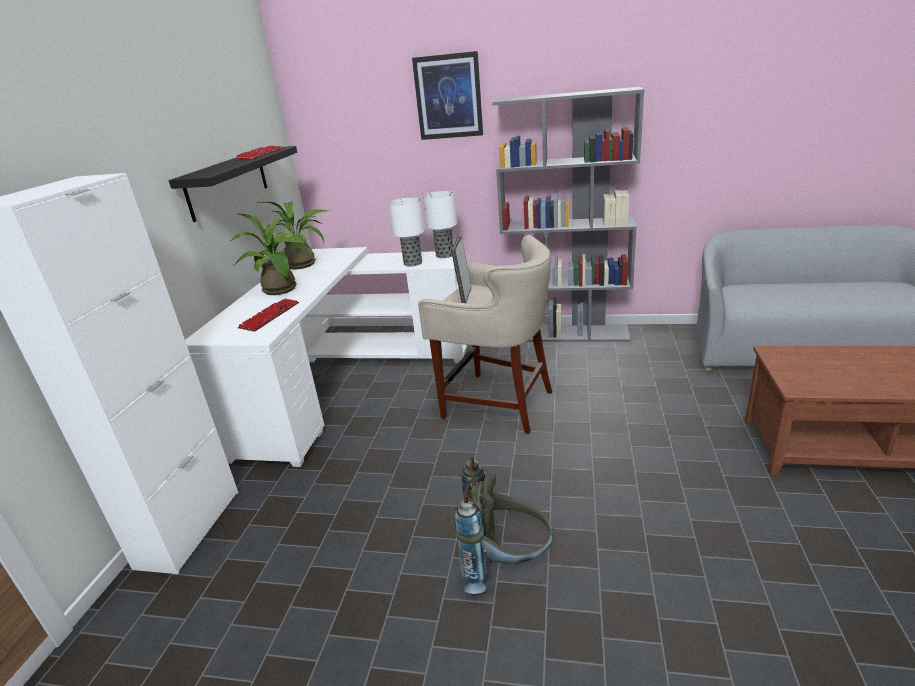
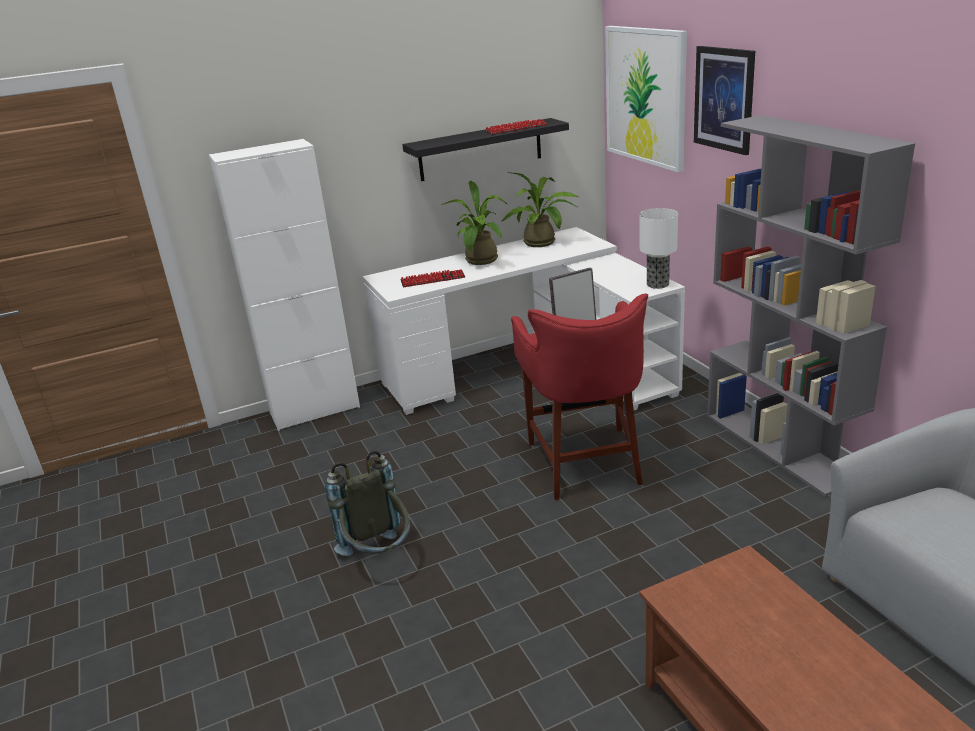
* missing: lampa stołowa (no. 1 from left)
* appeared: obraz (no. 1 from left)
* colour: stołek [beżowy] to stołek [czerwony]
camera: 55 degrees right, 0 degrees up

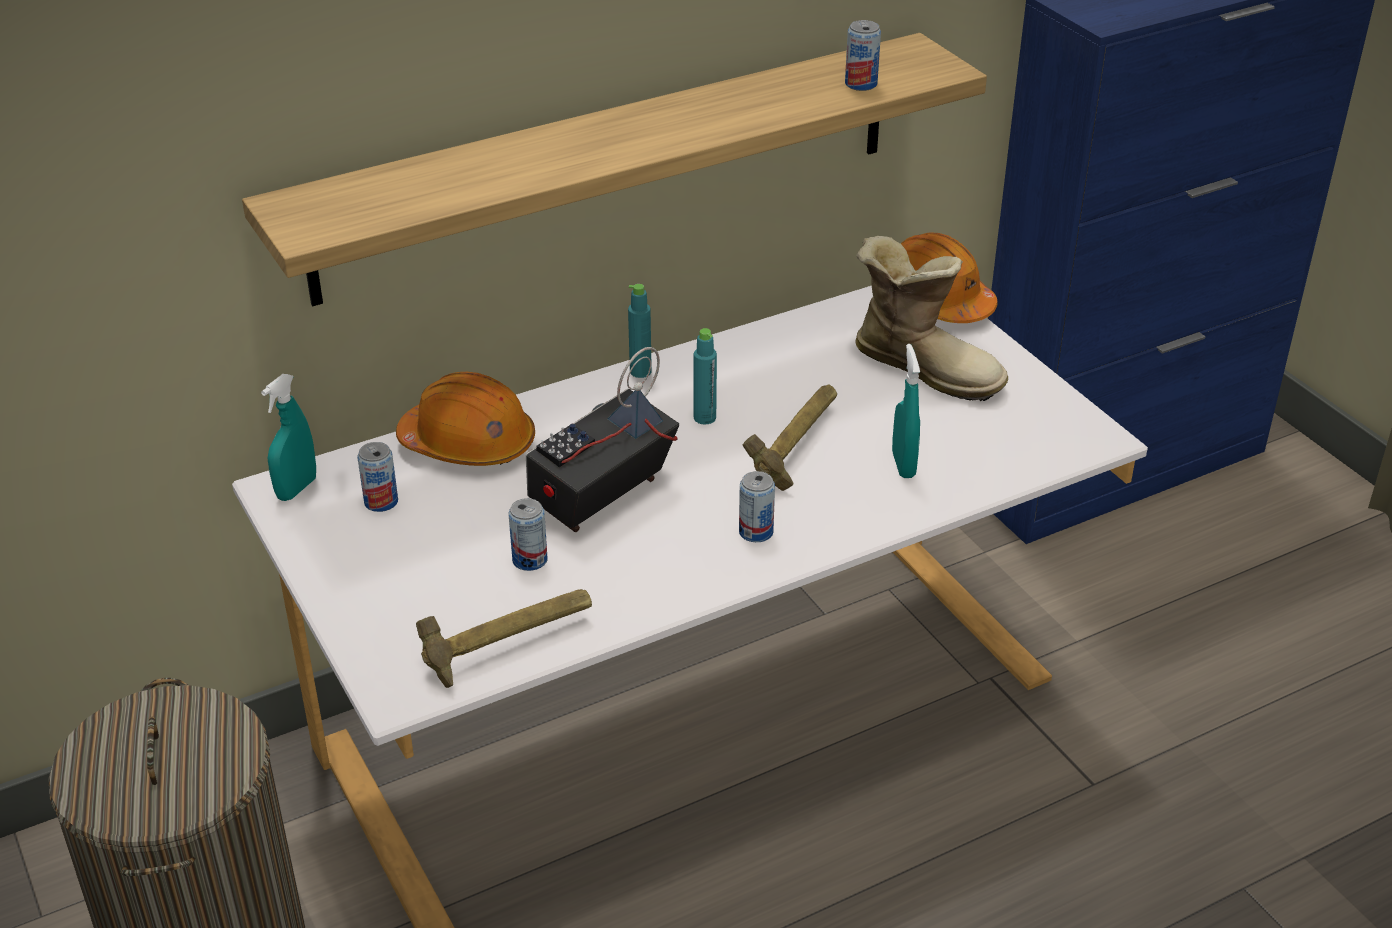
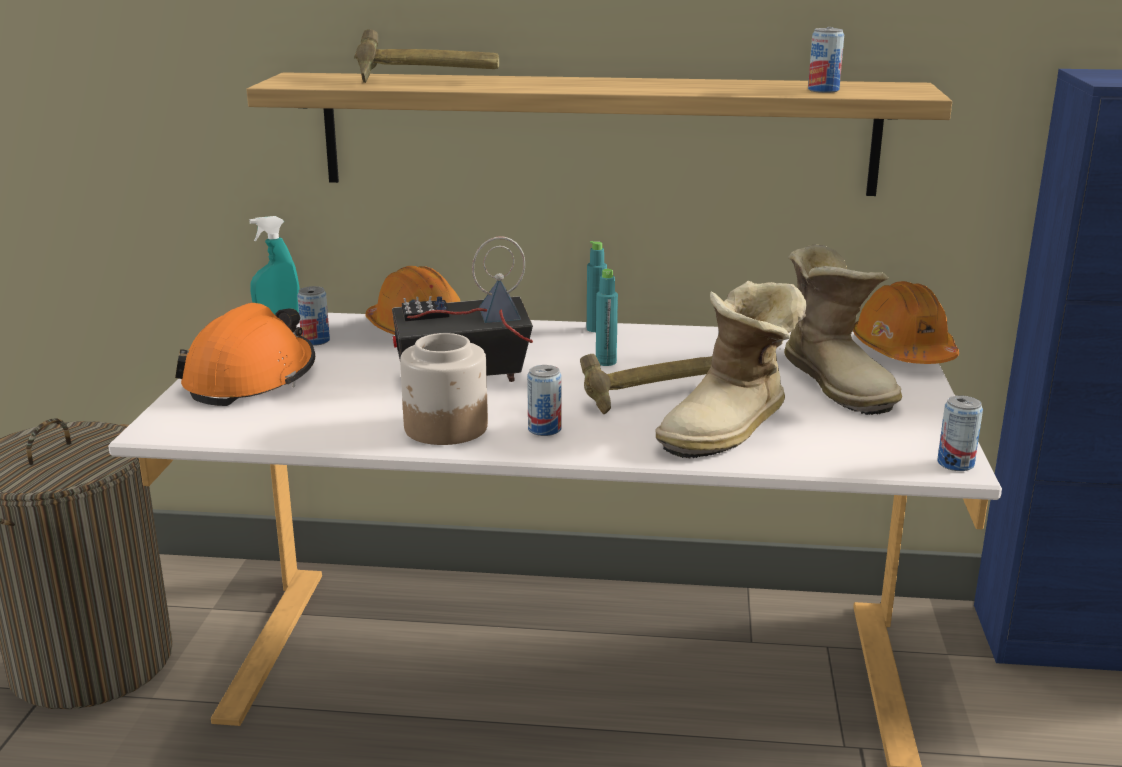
* appeared: kask [pomarańczowy] (no. 1 from left)
* appeared: słoik
* relocated: młotek (no. 1 from left)
* relocated: puszka (no. 2 from left in the first image) to puszka (no. 4 from left)
* exchanged: spryskiwacz [turkusowy] (no. 2 from left) to but z cholewką (no. 1 from left)
camera: 35 degrees right, 15 degrees down

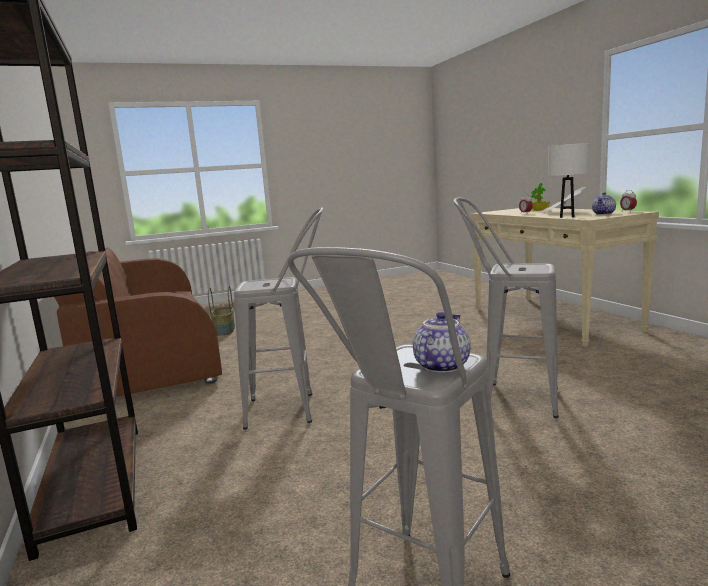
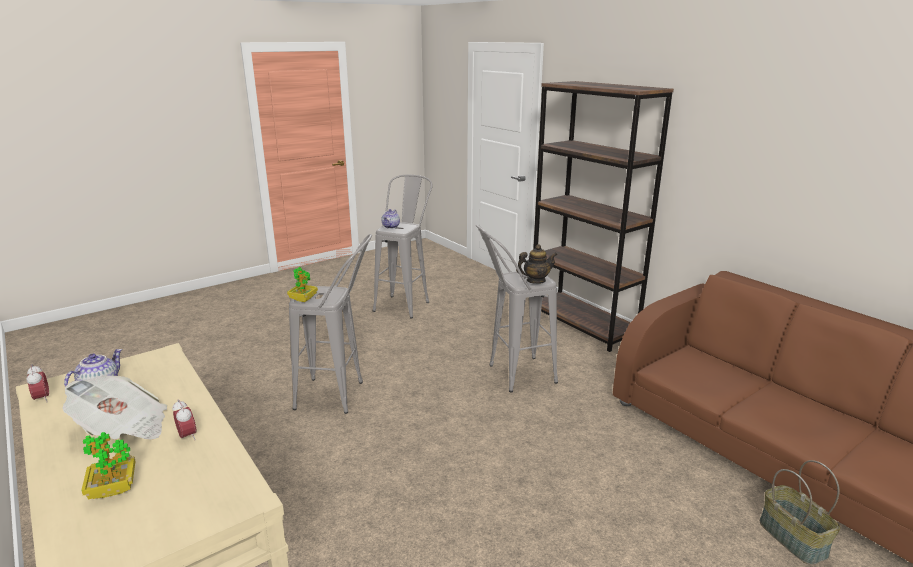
* missing: lampa stołowa [biały]
* appeared: roślina doniczkowa (no. 2 from left)
* appeared: imbryk (no. 3 from left)
camera: 165 degrees right, 10 degrees up

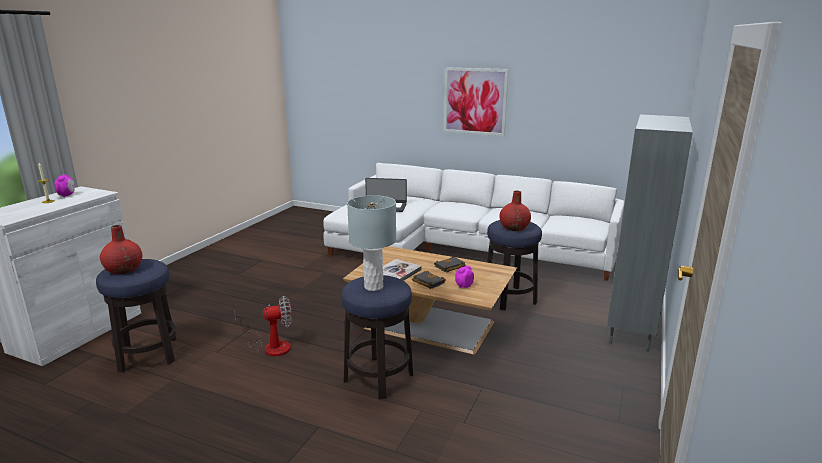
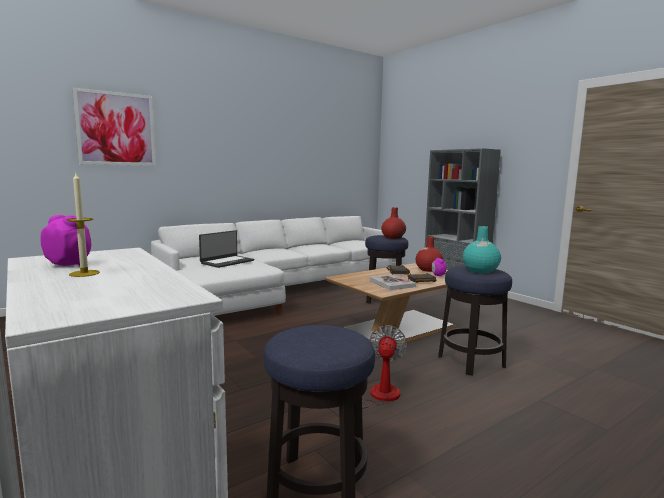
* relocated: wazon [czerwony] (no. 1 from left in the first image) to wazon [czerwony] (no. 2 from left)
* relocated: obraz
* exchanged: lampa stołowa [szary] to wazon [turkusowy]
camera: 60 degrees left, 10 degrees down

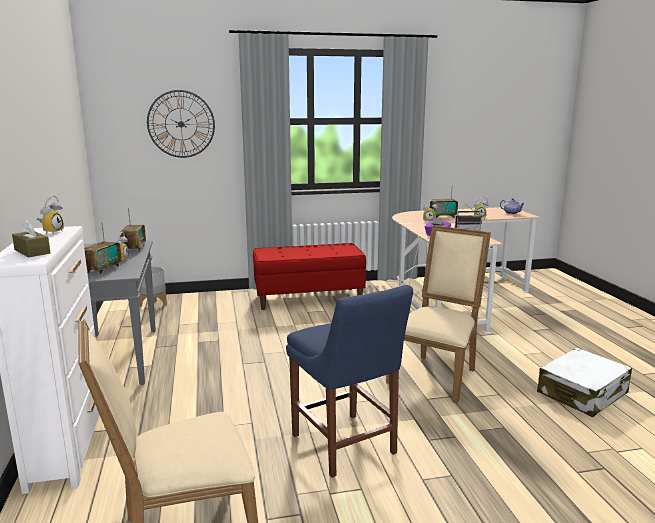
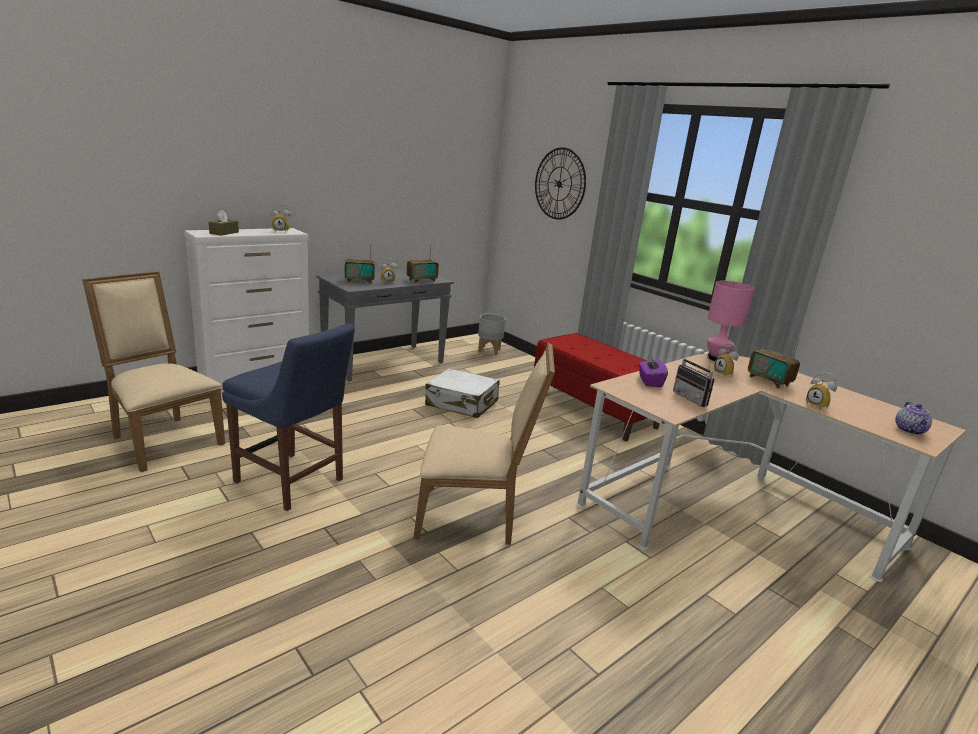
* appeared: lampa stołowa [różowy]
* relocated: walizka [biały]
* spun: krzesło [niebieski] 90 degrees counterclockwise
camera: 60 degrees right, 5 degrees up

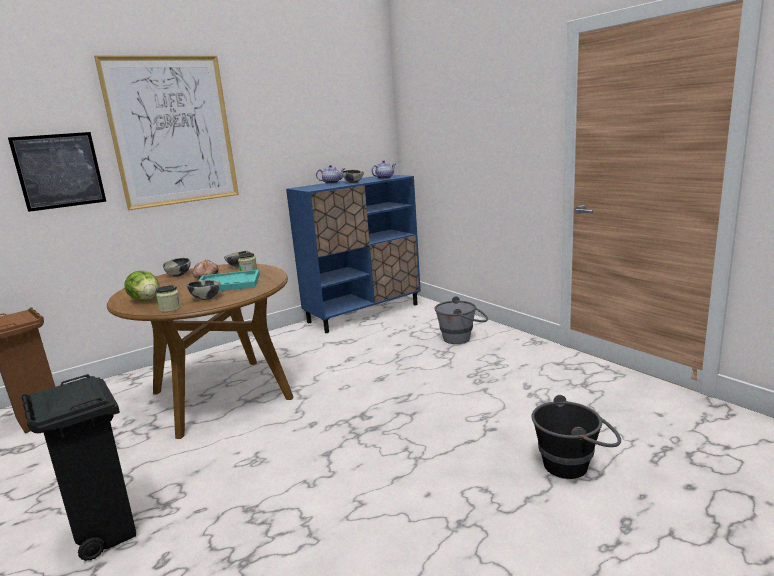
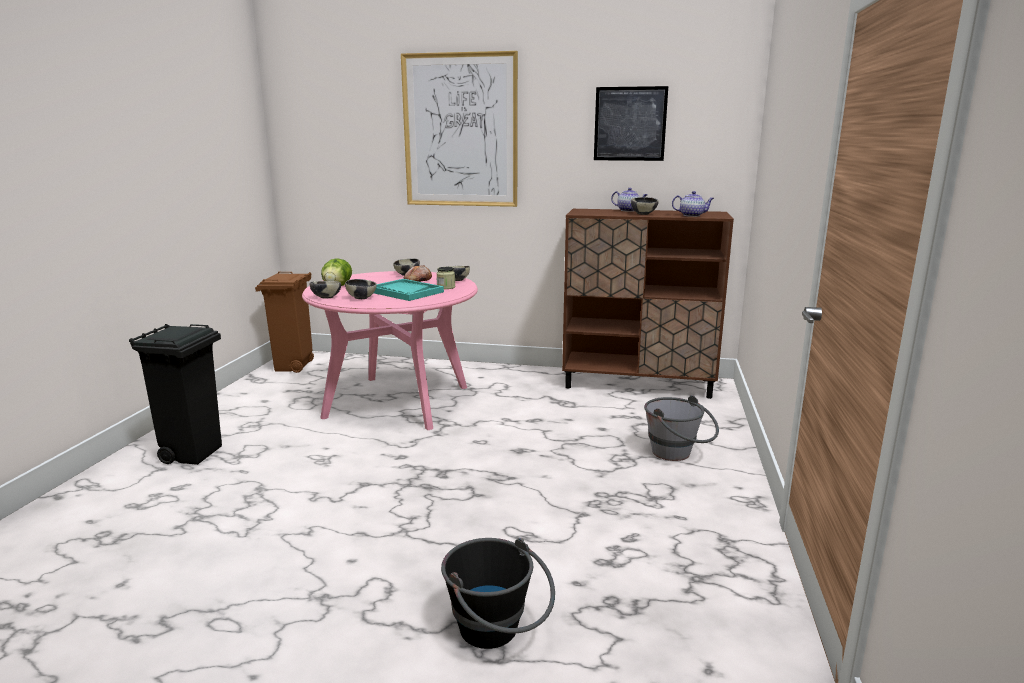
* relocated: obraz (no. 1 from left in the first image) to obraz (no. 2 from left)
* exchanged: słoik (no. 1 from left) to miska (no. 1 from left)
* colour: stół jadalny [brązowy] to stół jadalny [różowy]
* colour: szafka [niebieski] to szafka [brązowy]
camera: 45 degrees right, 0 degrees up

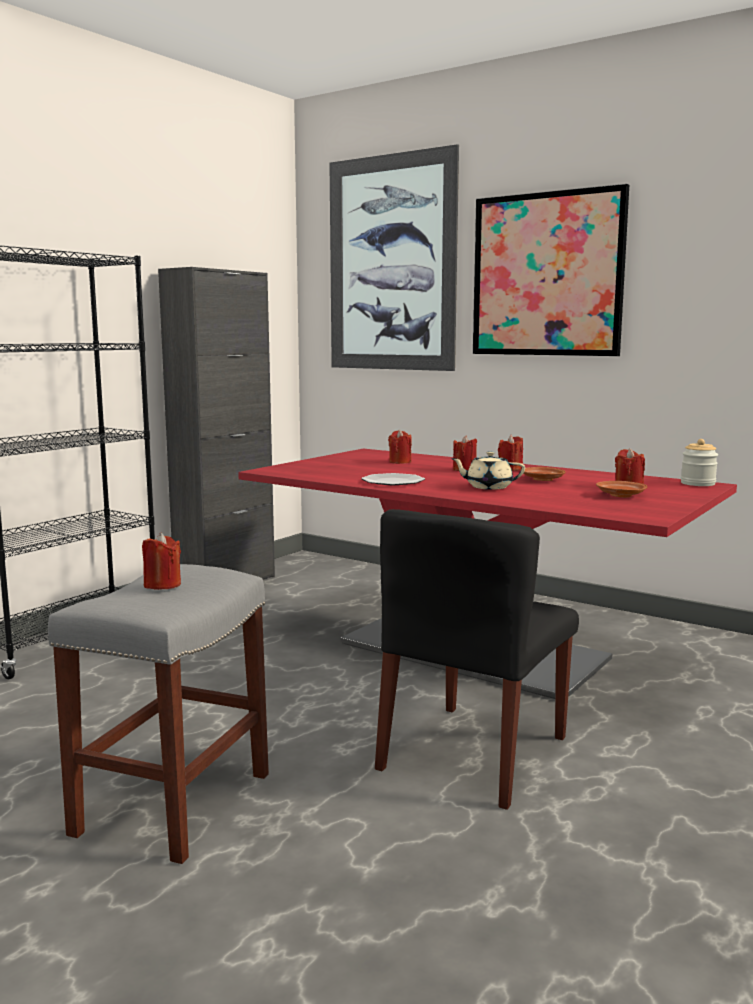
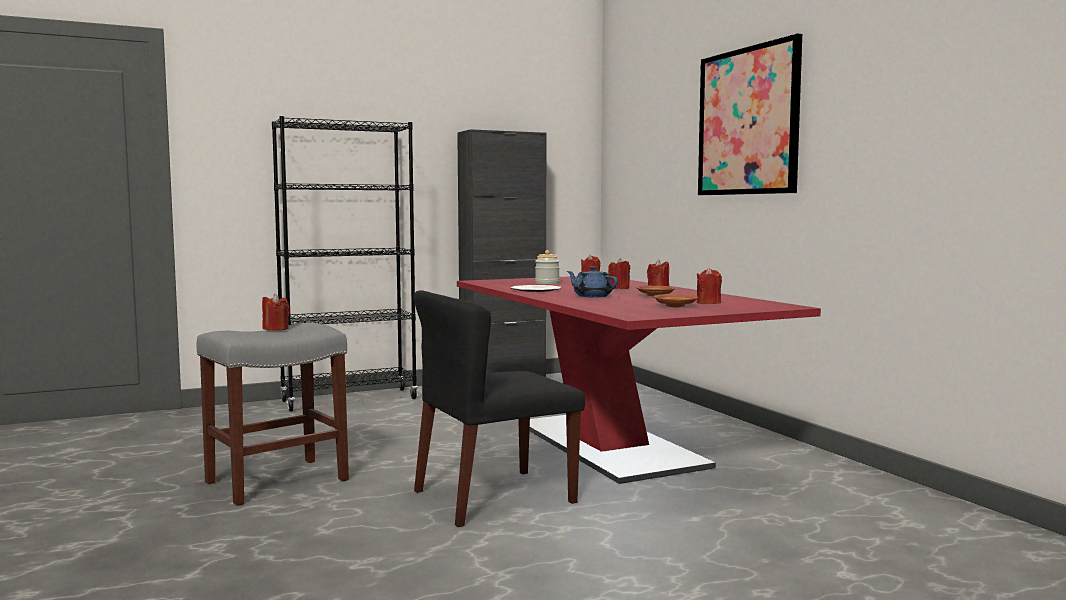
* missing: obraz (no. 1 from left)
* relocated: słoik
* colour: imbryk [beżowy] to imbryk [niebieski]
camera: 30 degrees right, 5 degrees down

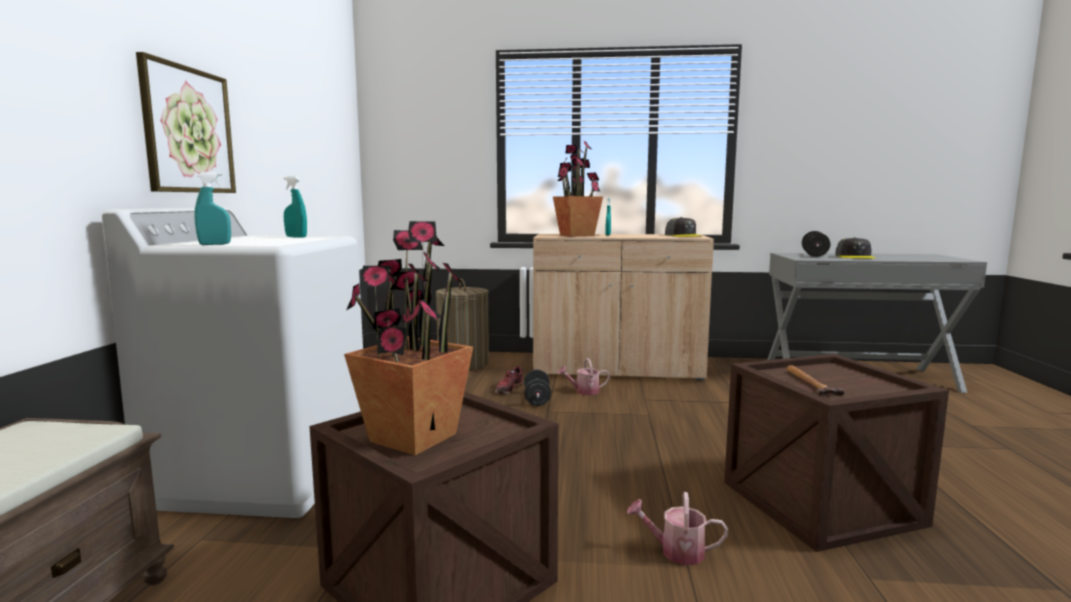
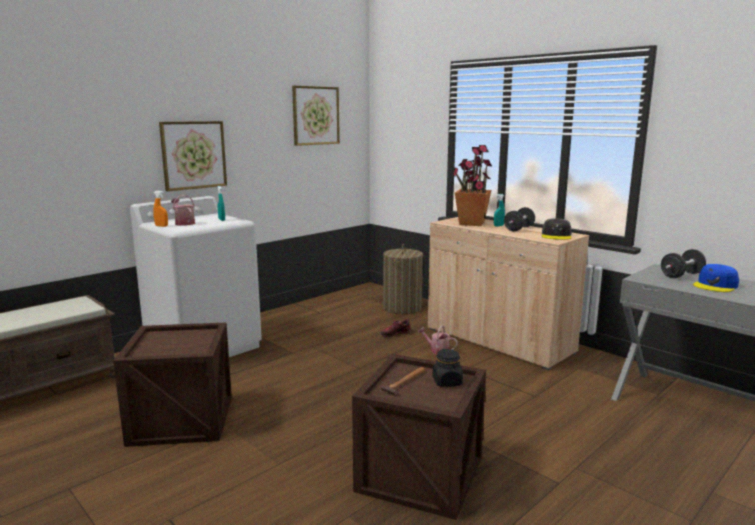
* missing: roślina doniczkowa (no. 1 from left)
* appeared: obraz (no. 2 from left)
* appeared: słoik [czarny]
* relocated: hantel [czarny] (no. 1 from left)
* relocated: konewka (no. 2 from left in the first image) to konewka (no. 1 from left)
* colour: spryskiwacz [turkusowy] (no. 1 from left) to spryskiwacz [pomarańczowy]
* colour: czapka z daszkiem [szary] (no. 2 from left) to czapka z daszkiem [niebieski]
camera: 40 degrees right, 5 degrees up

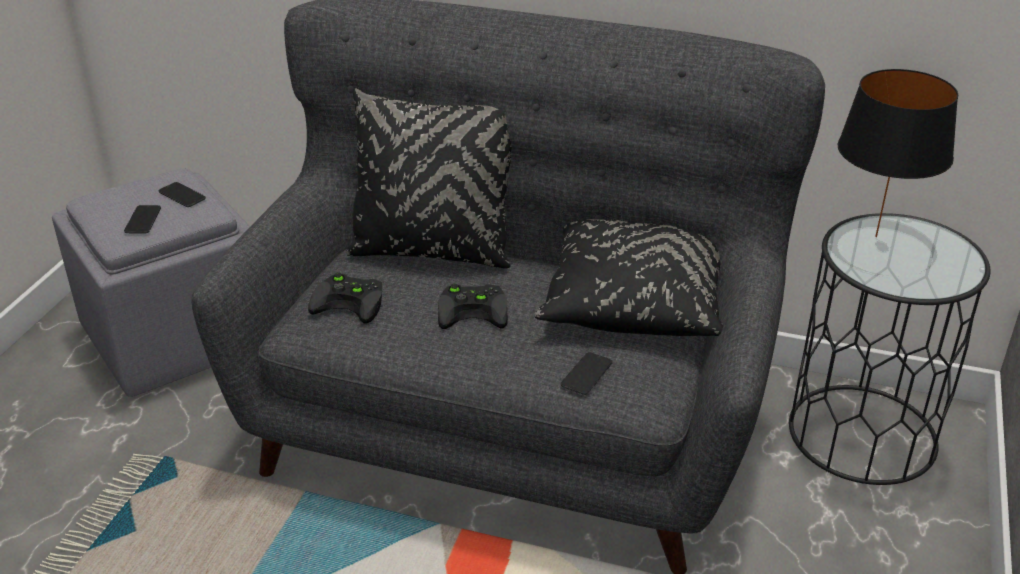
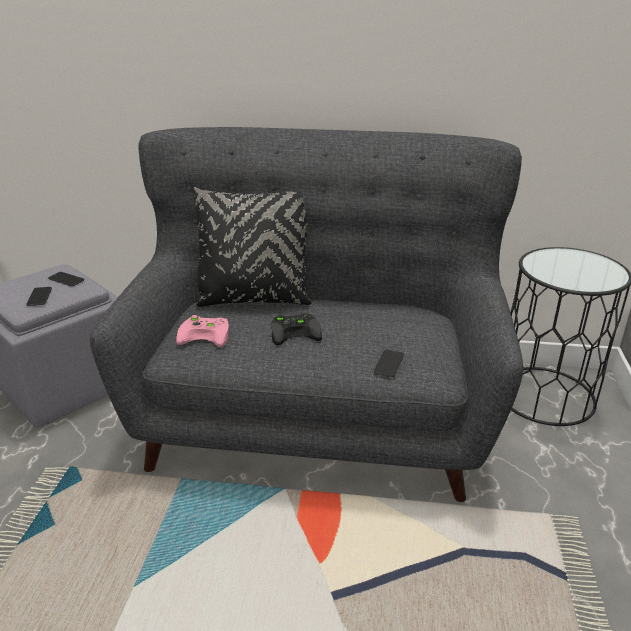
* missing: poduszka [czarny] (no. 2 from left)
* missing: lampa stołowa [czarny]
* colour: pad do gier [czarny] (no. 1 from left) to pad do gier [różowy]
camera: 10 degrees left, 5 degrees down

